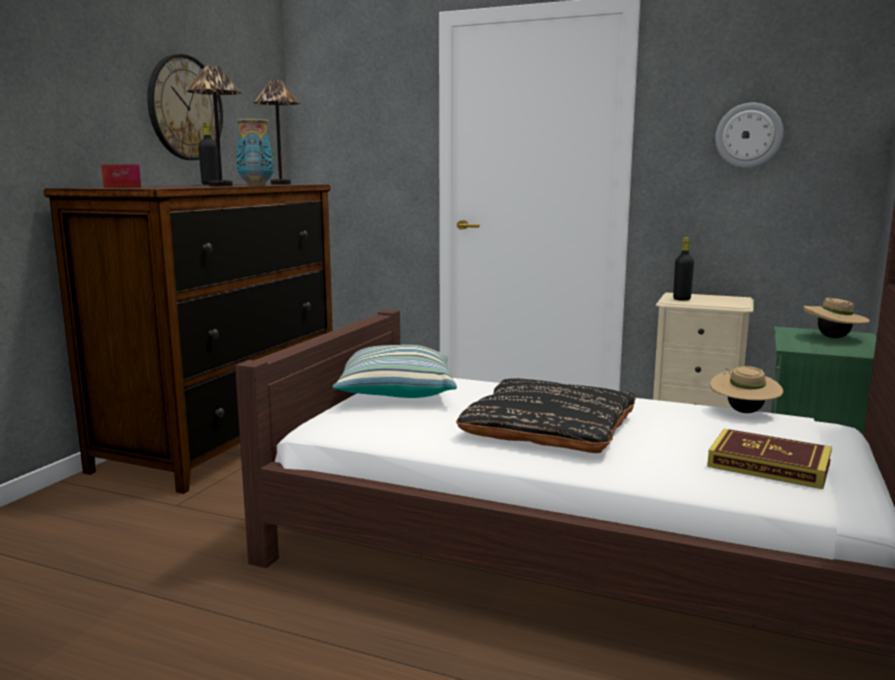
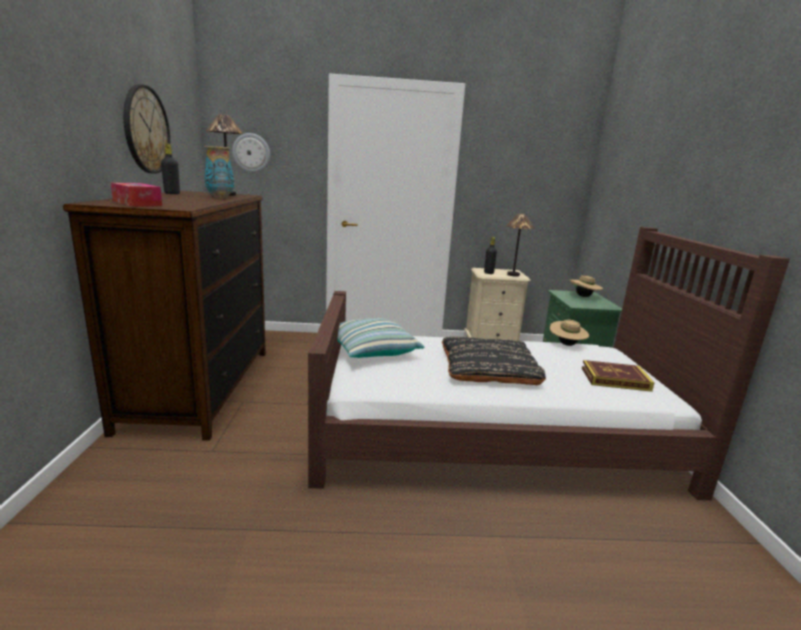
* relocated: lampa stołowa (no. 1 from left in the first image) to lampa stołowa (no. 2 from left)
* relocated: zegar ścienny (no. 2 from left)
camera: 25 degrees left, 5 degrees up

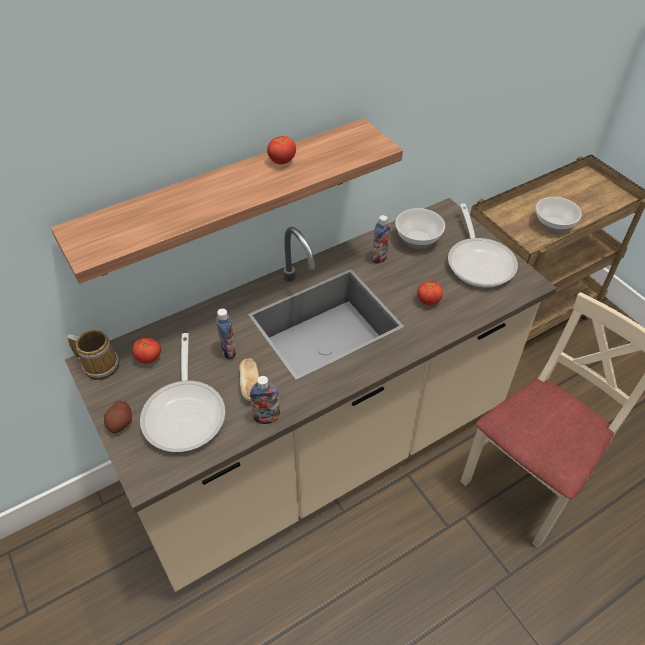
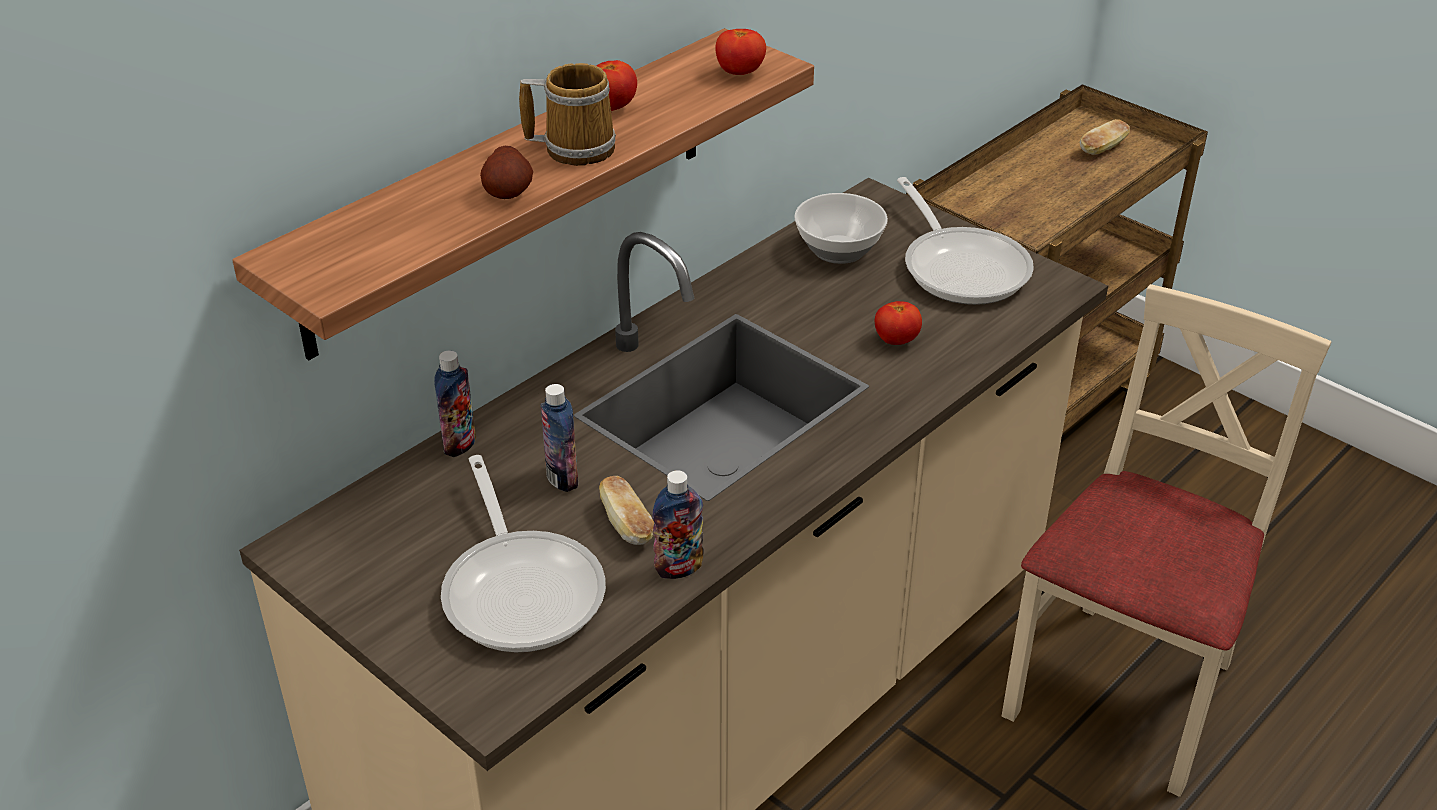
* missing: miska (no. 2 from left)
* appeared: chleb (no. 2 from left)
* relocated: kubek
* relocated: ziemniak
* relocated: pomidor (no. 1 from left in the first image) to pomidor (no. 2 from left)
* relocated: butelka (no. 3 from left in the first image) to butelka (no. 1 from left)
camera: 15 degrees left, 10 degrees down

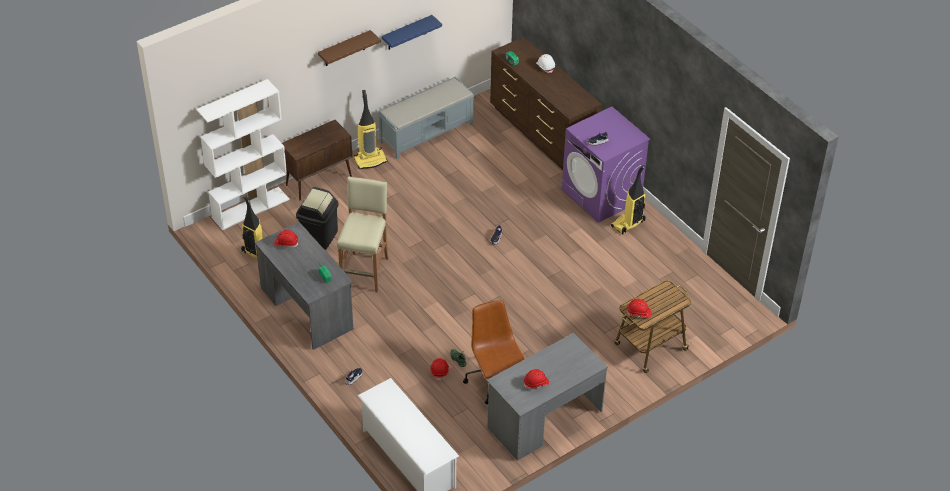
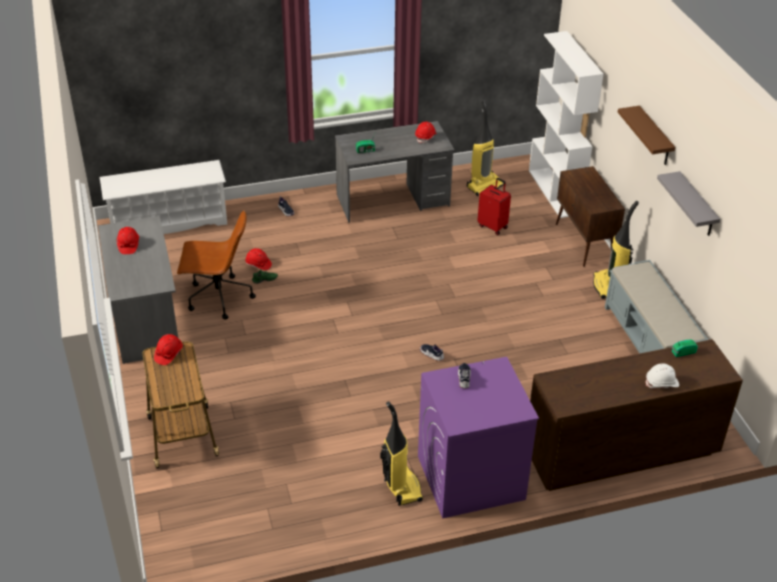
* missing: stołek [beżowy]
* exchanged: kosz na śmieci [czarny] to walizka [czerwony]
* colour: półka [niebieski] to półka [szary]
camera: 110 degrees right, 5 degrees down

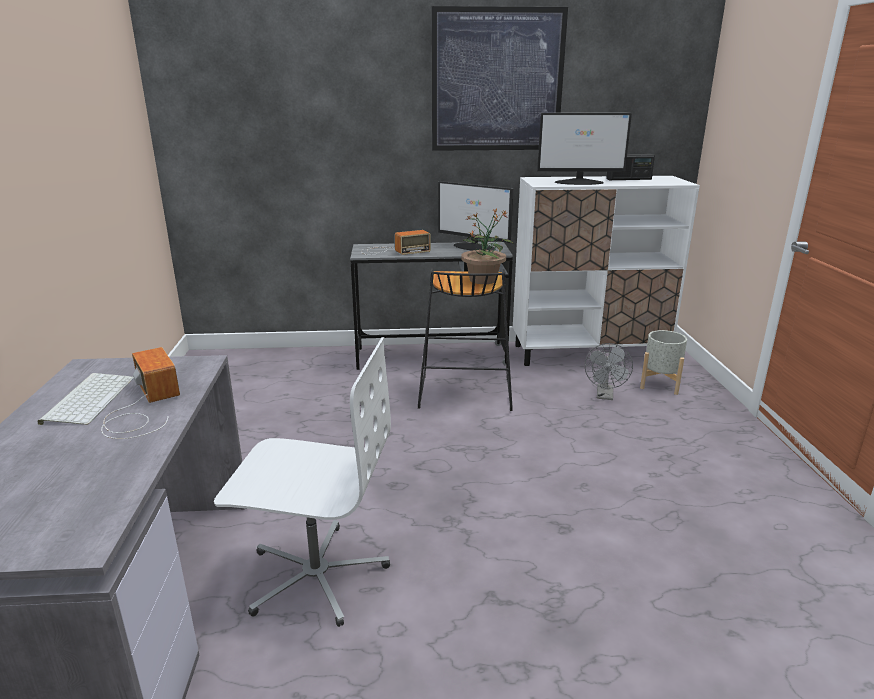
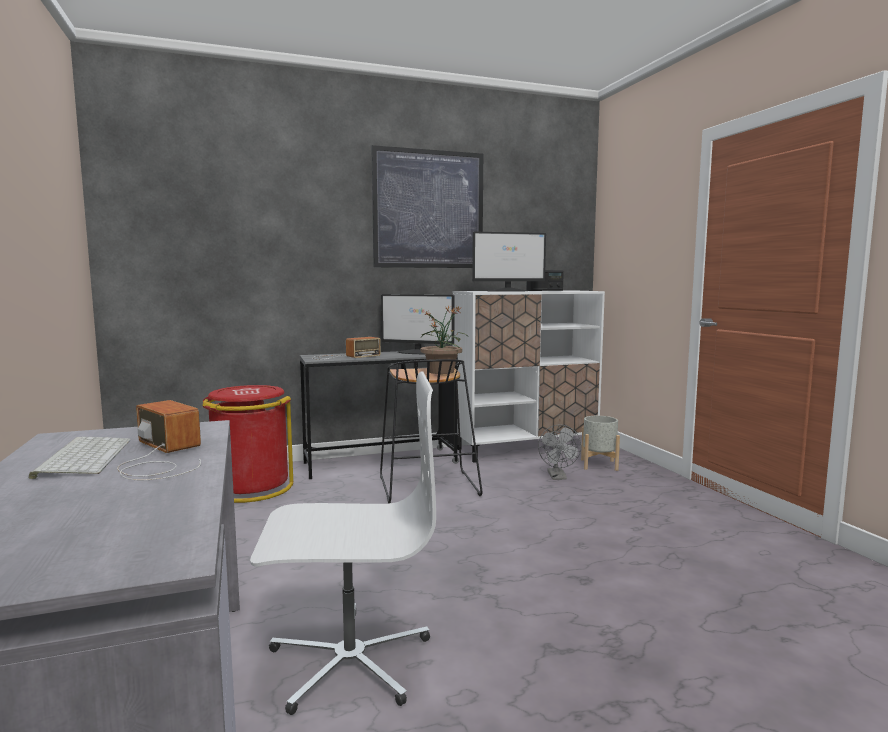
* appeared: kosz na śmieci [czerwony]
camera: 15 degrees left, 15 degrees down

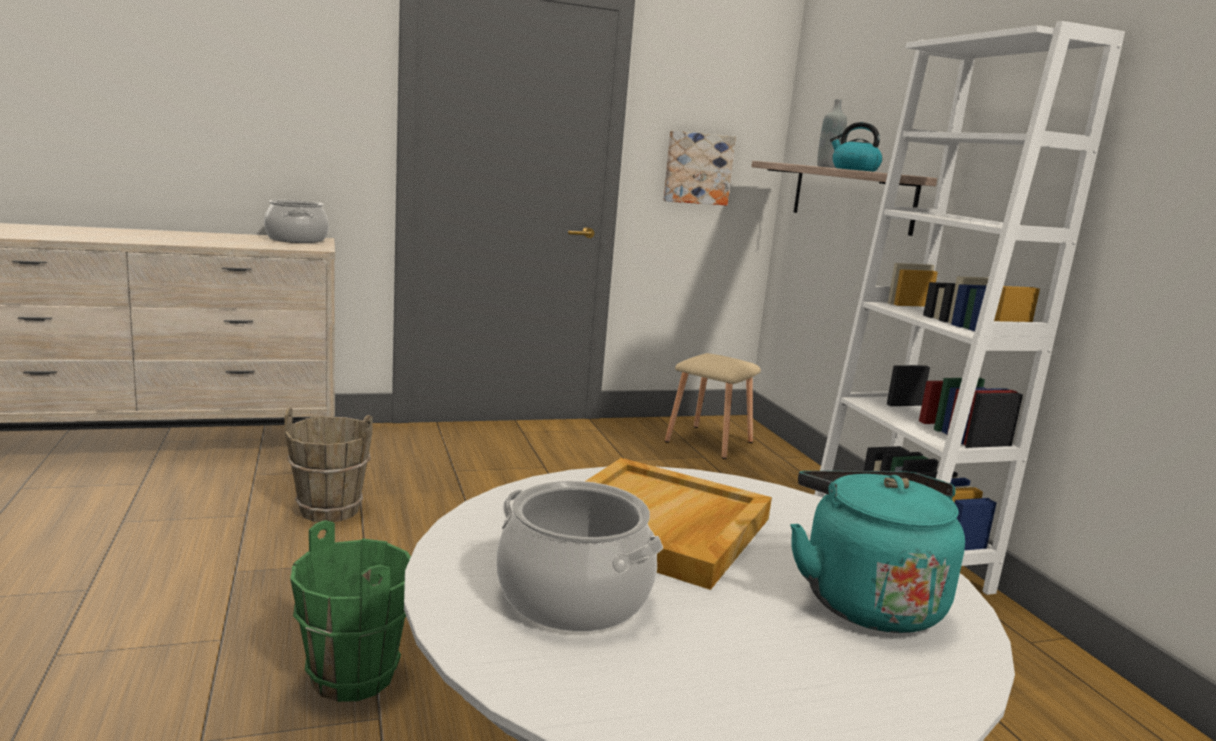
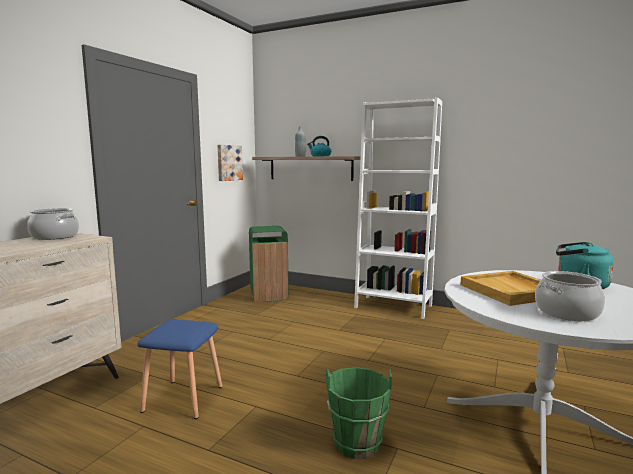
* exchanged: wiadro [brązowy] to stołek [niebieski]
* exchanged: stołek [beżowy] to kosz na śmieci [zielony]
camera: 45 degrees left, 5 degrees down

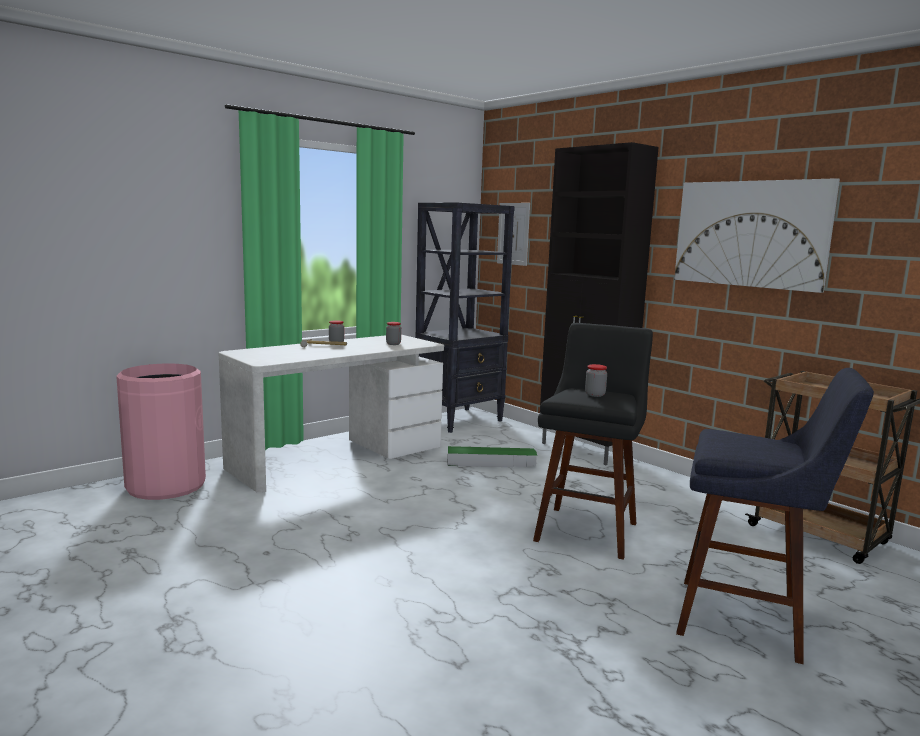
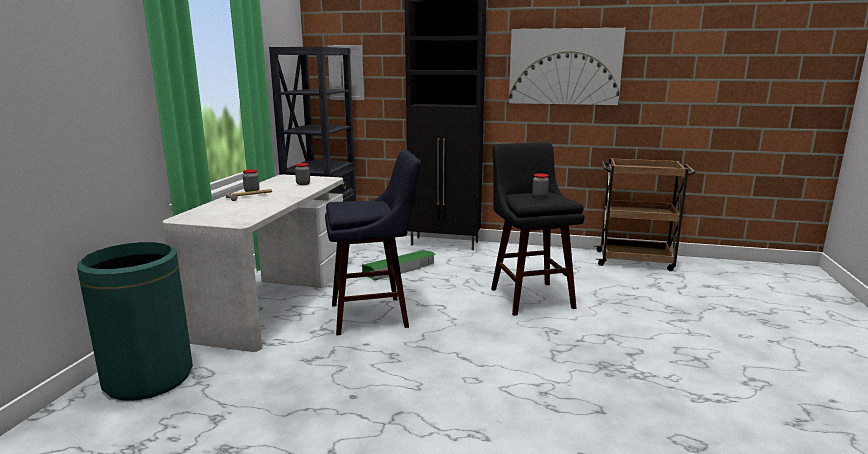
* relocated: stołek [niebieski]
* colour: kosz na śmieci [różowy] to kosz na śmieci [zielony]
camera: 35 degrees left, 5 degrees up

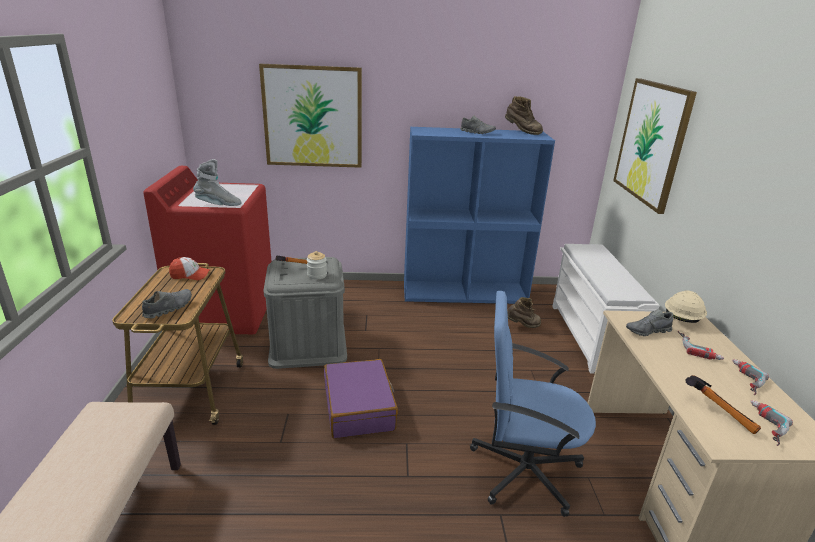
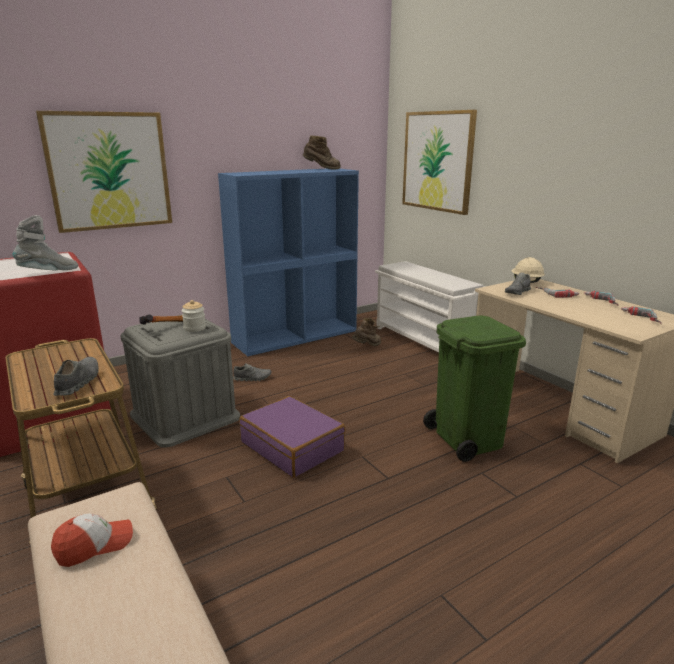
* missing: młotek (no. 2 from left)
* relocated: czapka z daszkiem
* relocated: but [szary] (no. 2 from left)
* exchanged: krzesło biurowe [niebieski] to kosz na śmieci [zielony]
camera: 30 degrees left, 5 degrees down

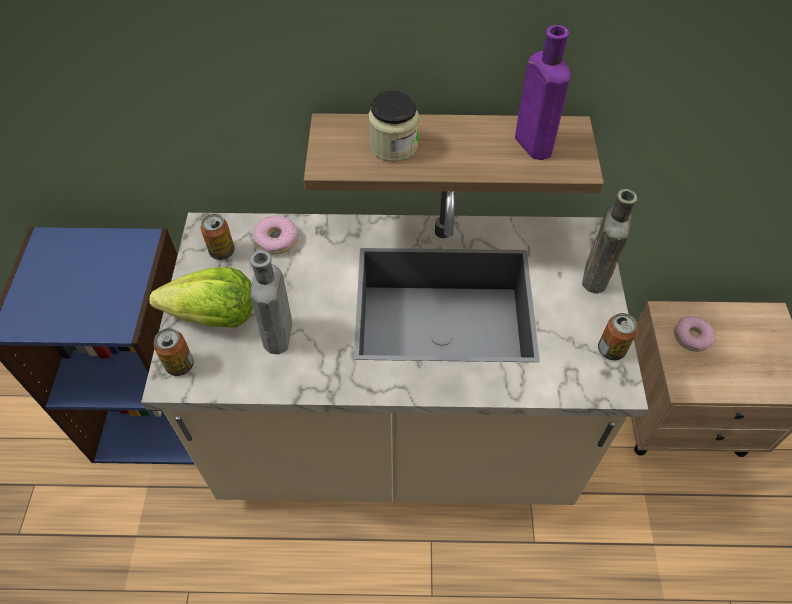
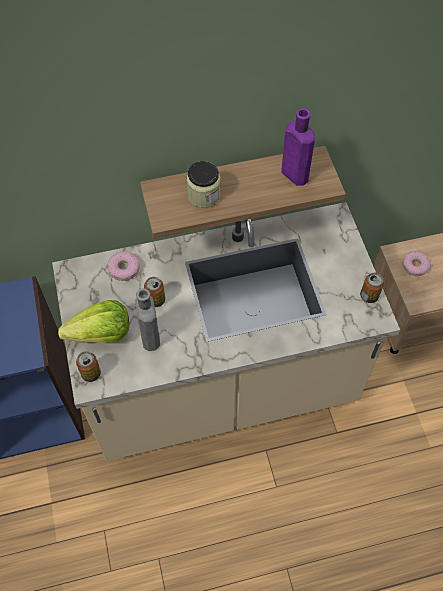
* missing: butelka [brązowy]
* relocated: puszka (no. 2 from left)
camera: 15 degrees left, 5 degrees up

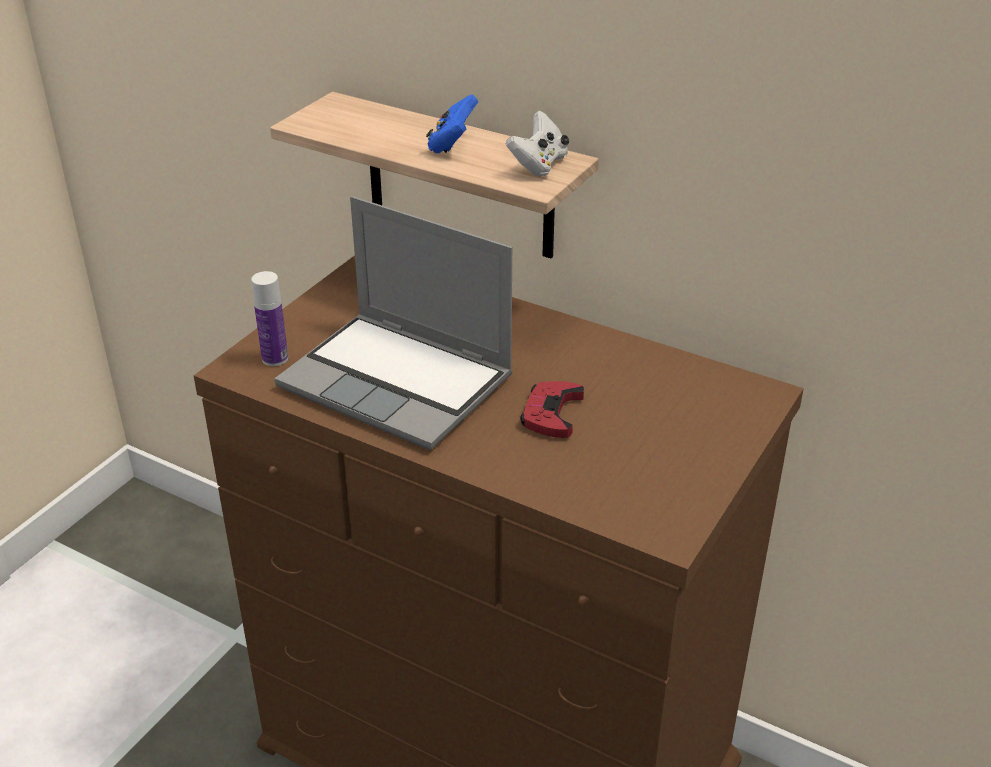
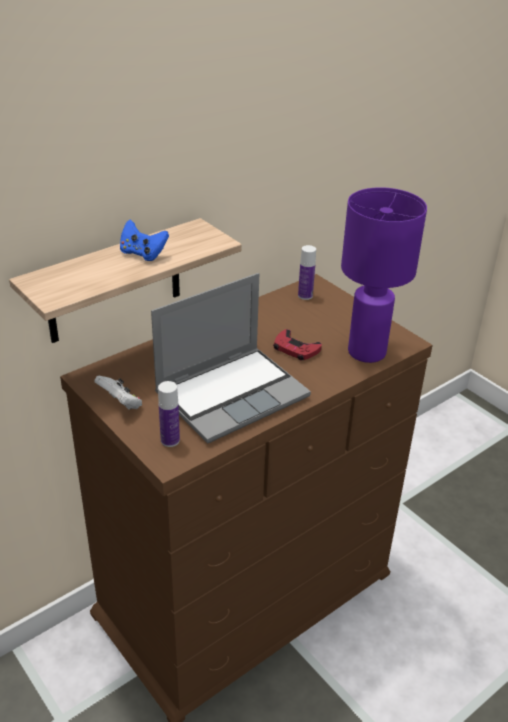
* appeared: butelka (no. 2 from left)
* appeared: lampa stołowa [fioletowy]
* relocated: pad do gier [biały]
camera: 70 degrees left, 0 degrees up

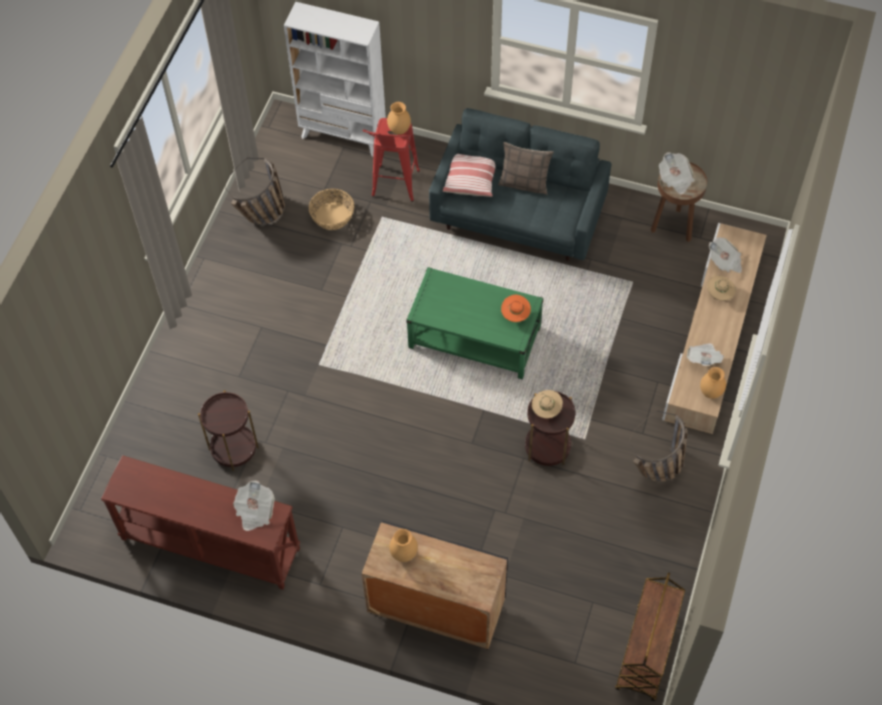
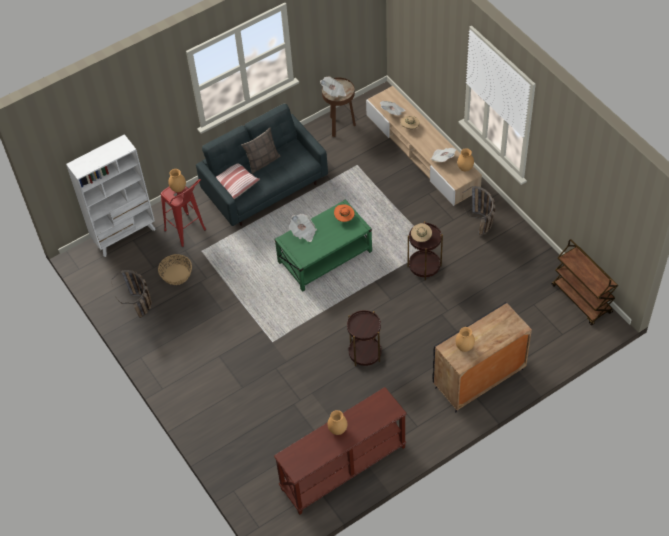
* appeared: wazon [brązowy] (no. 2 from left)
* relocated: stolik [brązowy] (no. 1 from left in the first image) to stolik [brązowy] (no. 2 from left)
* relocated: gazeta (no. 1 from left)
camera: 50 degrees left, 5 degrees down

